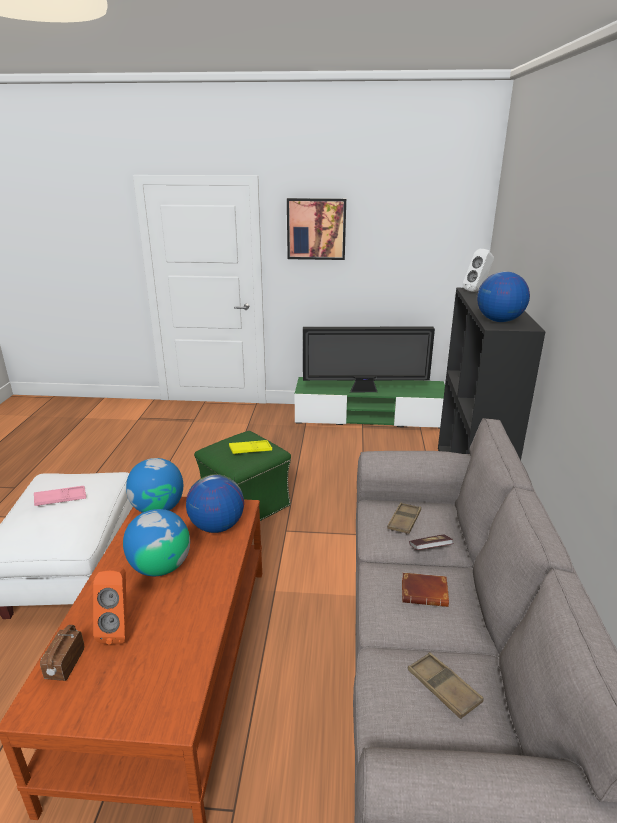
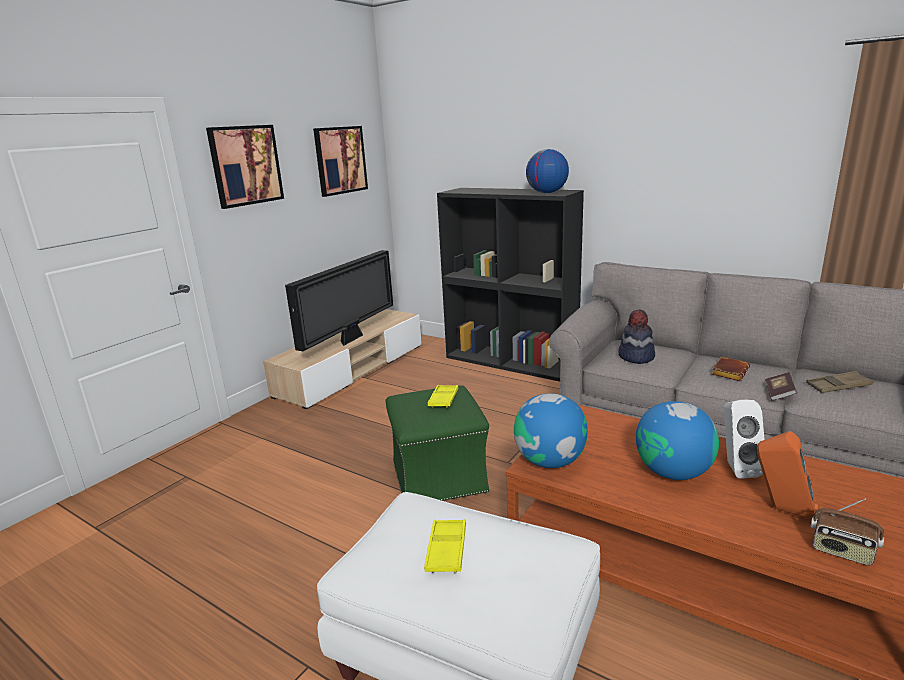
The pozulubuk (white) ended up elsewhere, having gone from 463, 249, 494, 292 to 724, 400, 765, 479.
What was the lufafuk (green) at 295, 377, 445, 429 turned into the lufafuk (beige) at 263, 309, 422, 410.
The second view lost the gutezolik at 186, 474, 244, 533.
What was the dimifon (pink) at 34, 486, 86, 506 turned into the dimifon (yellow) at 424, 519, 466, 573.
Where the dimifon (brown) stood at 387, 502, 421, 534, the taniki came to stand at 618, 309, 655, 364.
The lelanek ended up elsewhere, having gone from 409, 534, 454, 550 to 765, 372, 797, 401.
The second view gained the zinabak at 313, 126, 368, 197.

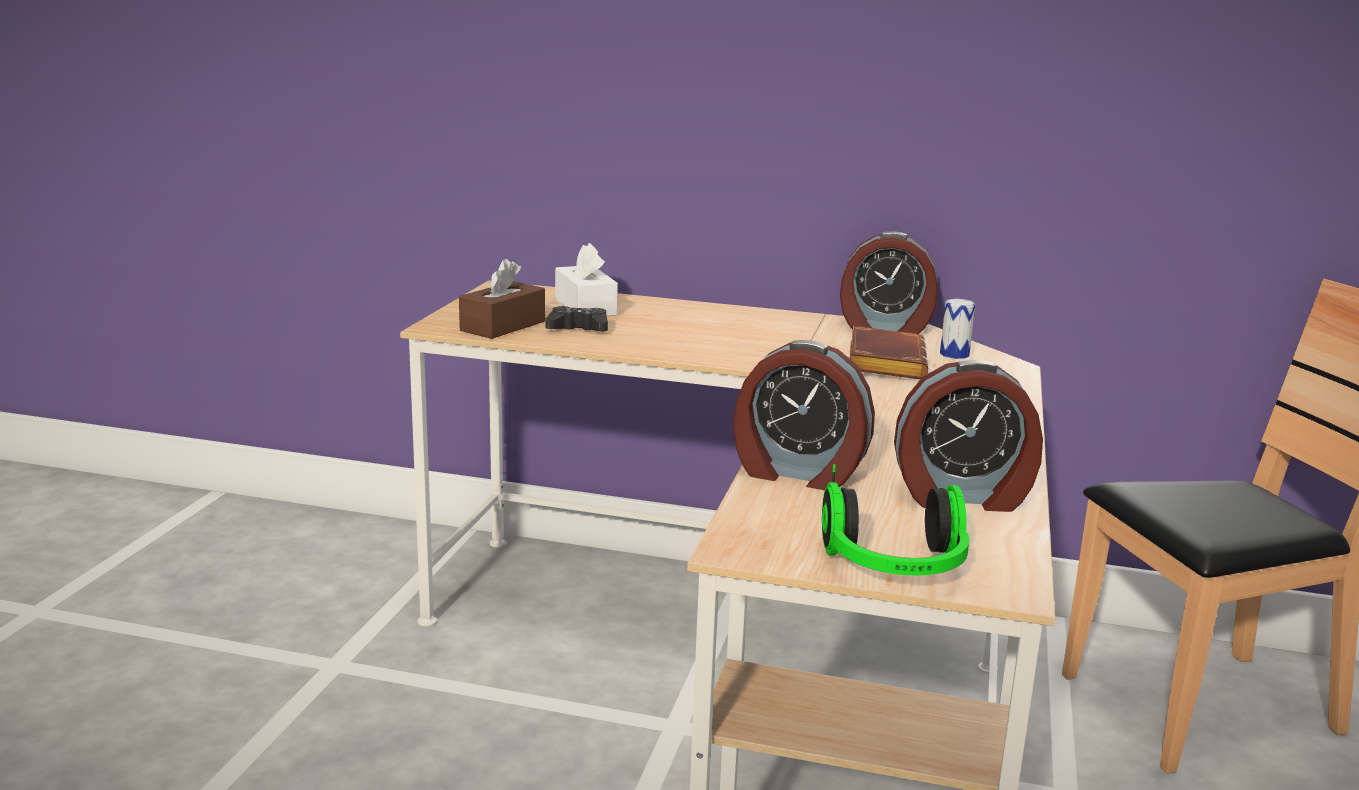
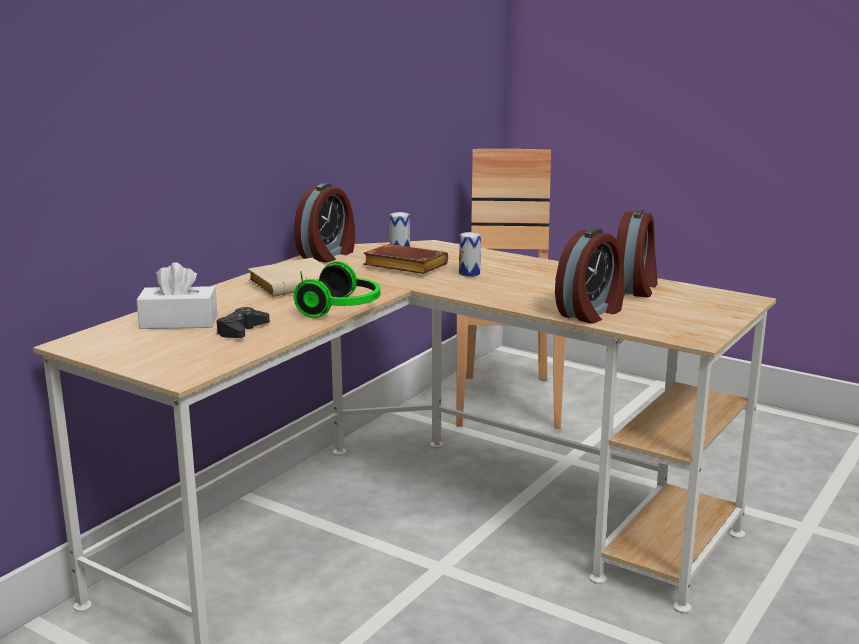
The second view lost the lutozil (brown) at 459, 259, 545, 339.
The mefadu ended up elsewhere, having gone from 822, 464, 969, 575 to 294, 261, 380, 318.
The second view gained the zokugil at 459, 232, 481, 277.
The second view gained the lelanek (beige) at 248, 258, 326, 297.

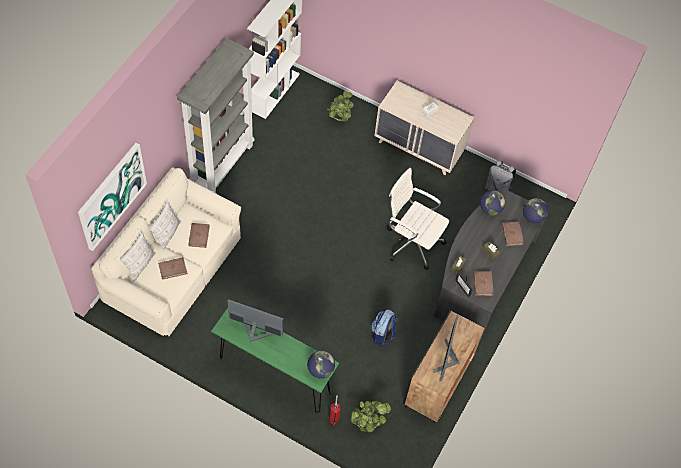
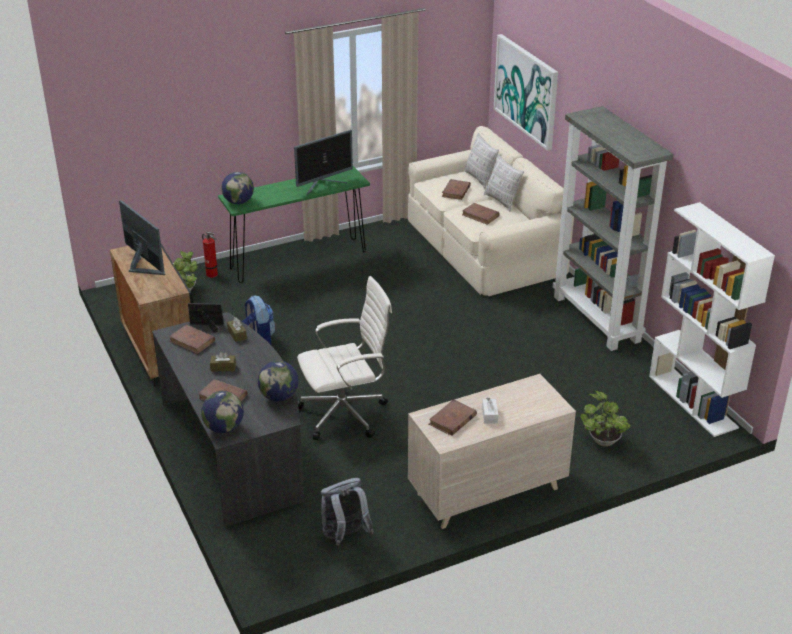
The second view gained the lelanek (brown) at 428, 399, 477, 436.

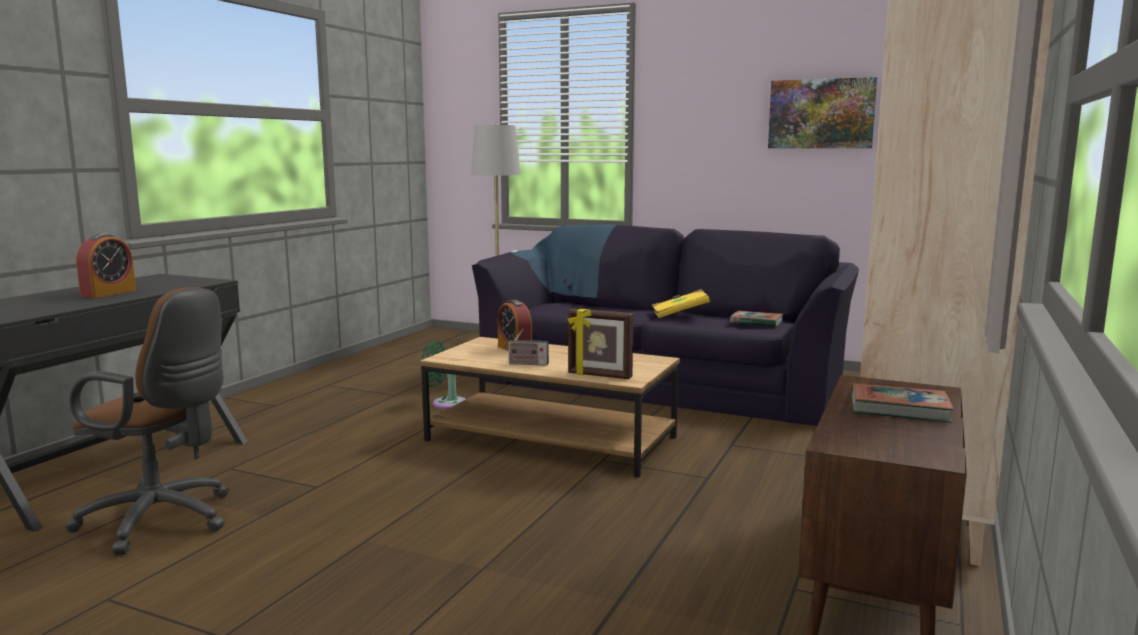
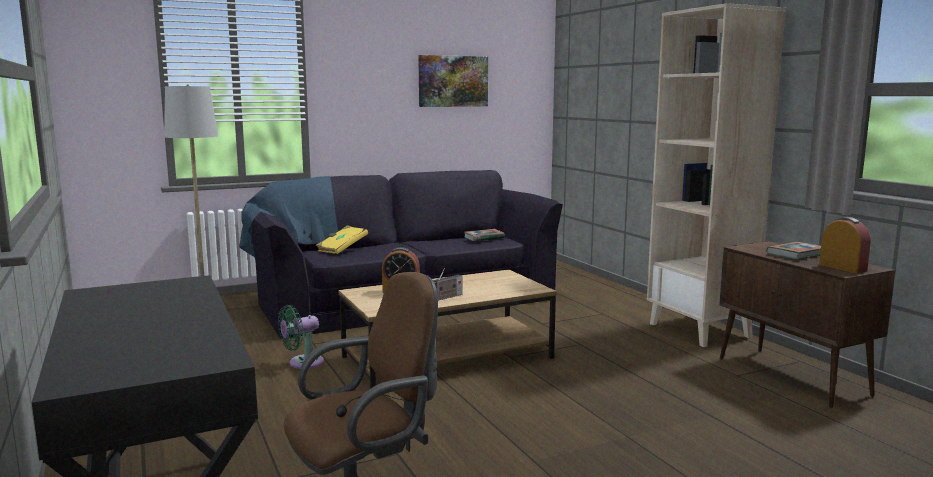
The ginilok ended up elsewhere, having gone from 76, 234, 136, 298 to 819, 217, 871, 273.
The lelanek (yellow) ended up elsewhere, having gone from 652, 289, 710, 318 to 316, 225, 368, 254.
The second view lost the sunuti at 568, 308, 634, 379.

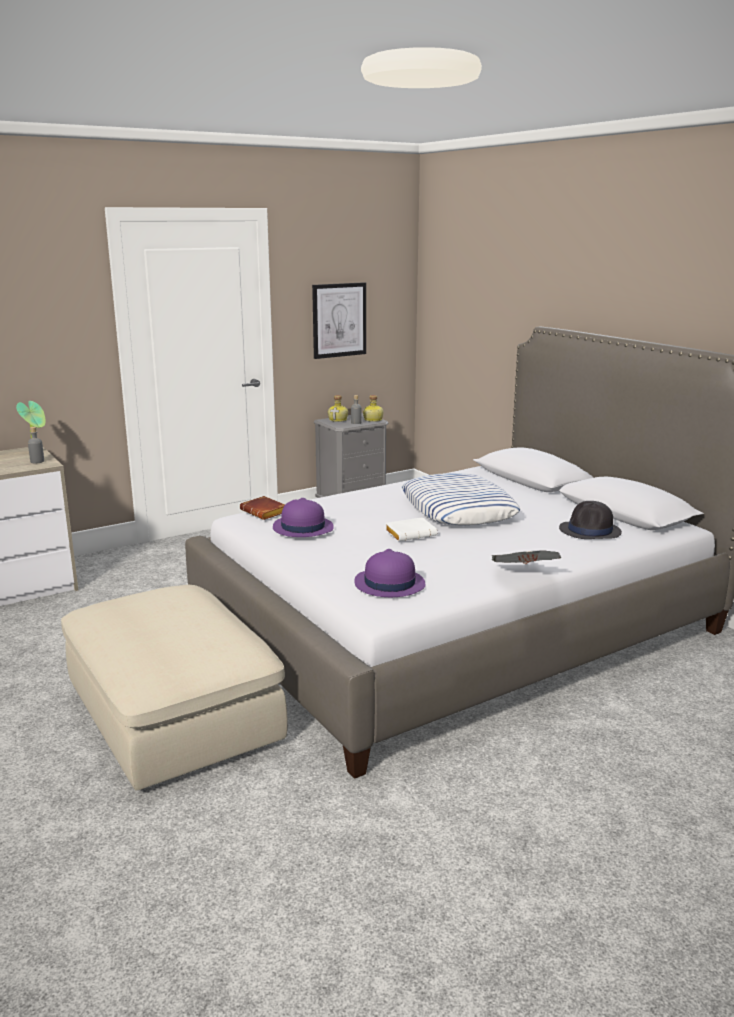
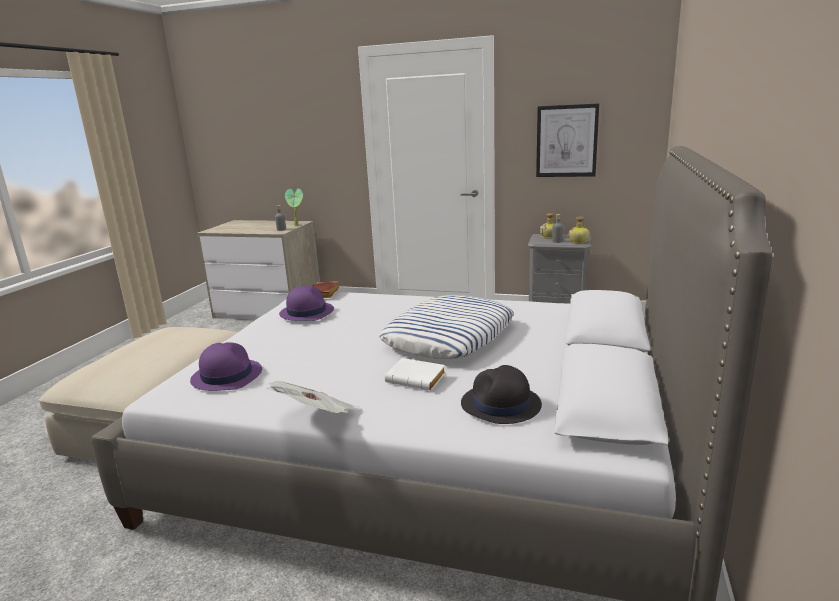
The lelanek (white) ended up elsewhere, having gone from 385, 517, 437, 542 to 385, 358, 446, 390.

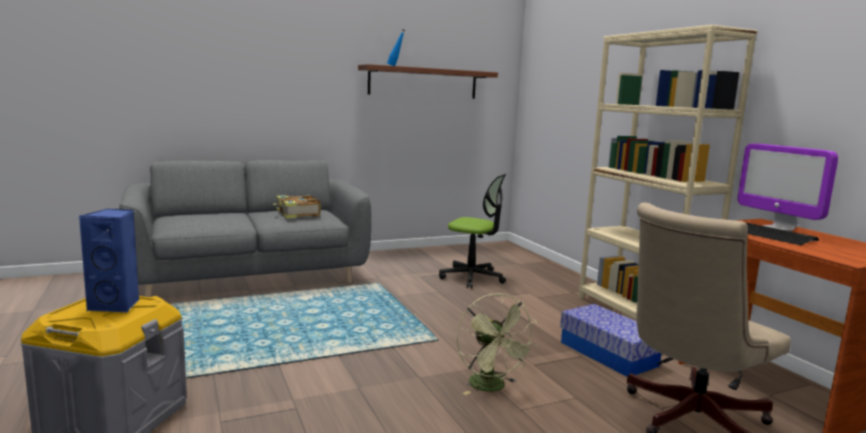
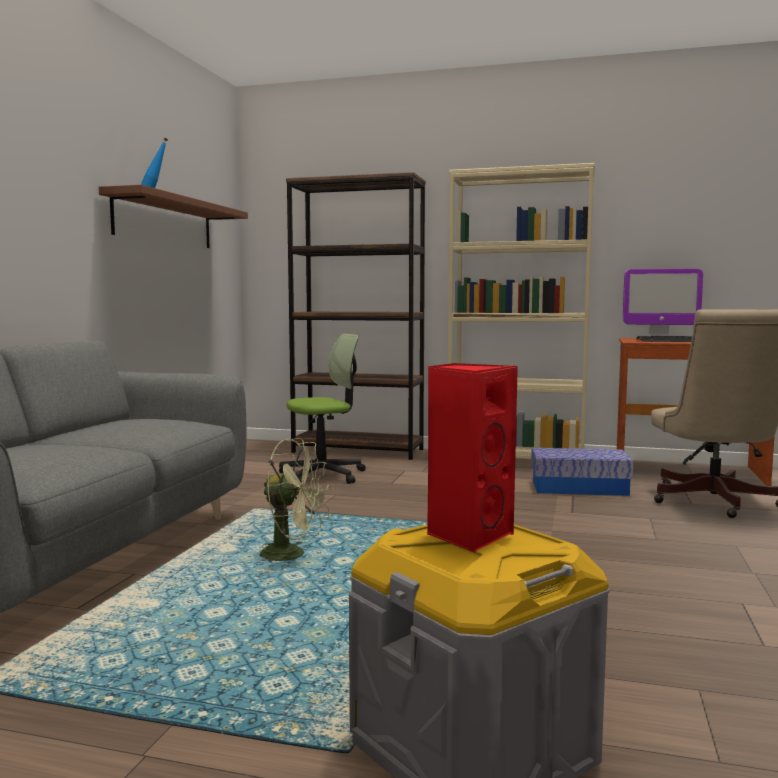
The second view lost the lelanek at 273, 195, 321, 218.
What was the pozulubuk (blue) at 79, 209, 139, 313 turned into the pozulubuk (red) at 426, 363, 518, 552.
The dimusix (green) ended up elsewhere, having gone from 457, 293, 537, 395 to 260, 438, 331, 562.
The second view gained the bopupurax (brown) at 286, 172, 426, 460.

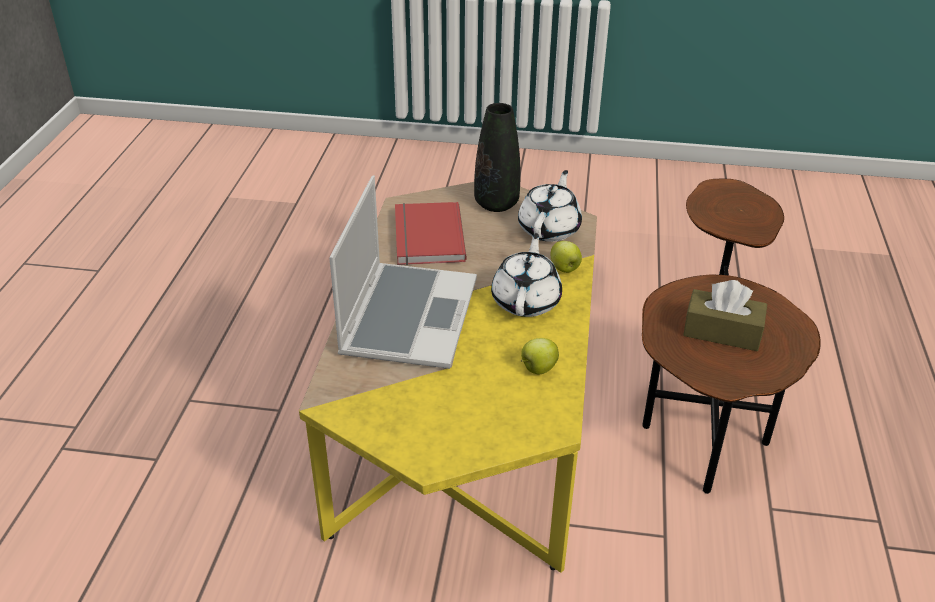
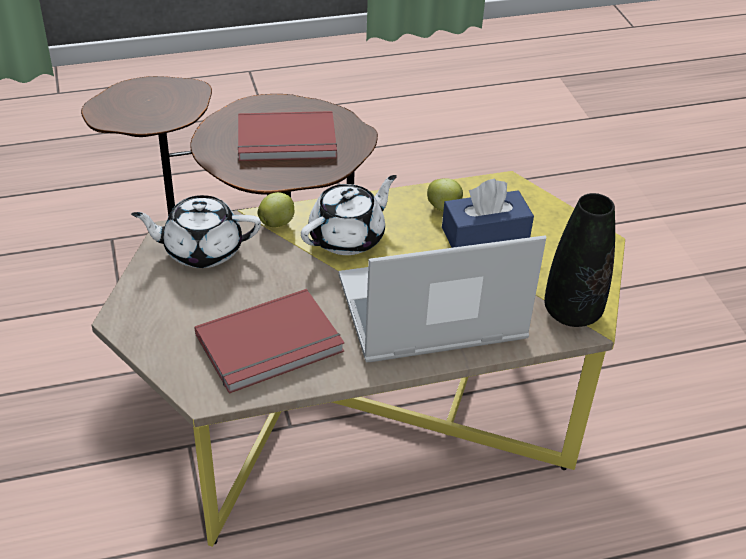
The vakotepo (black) ended up elsewhere, having gone from 474, 103, 521, 212 to 544, 193, 615, 327.
The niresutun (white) at 491, 233, 562, 317 ended up facing another way, 150 degrees clockwise from before.
Where the lutozil (brown) stood at 683, 280, 767, 351, the lelanek (red) came to stand at 238, 111, 337, 161.
The second view gained the lutozil (blue) at 442, 179, 534, 248.

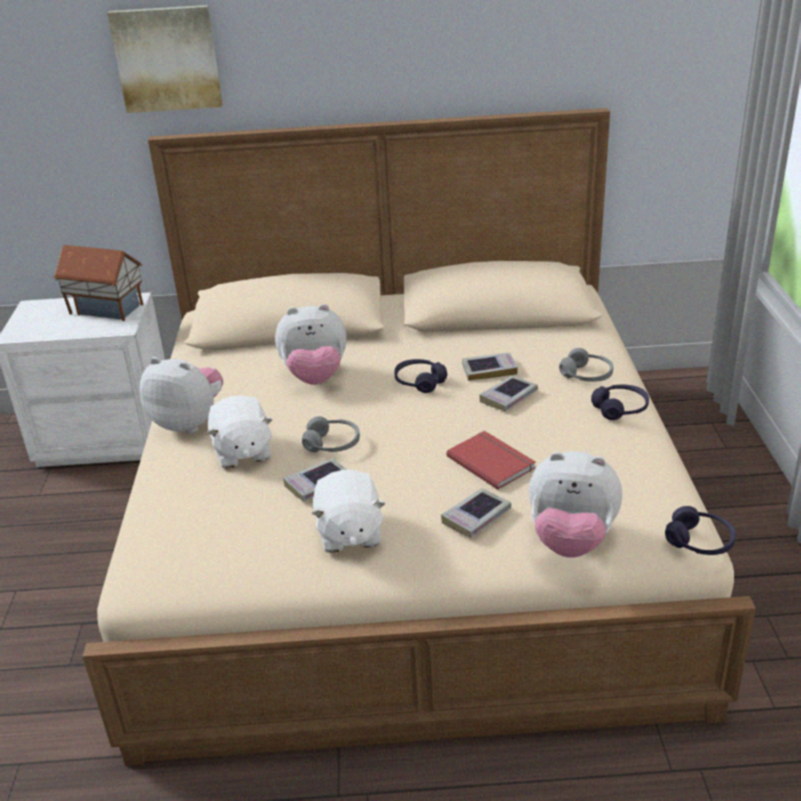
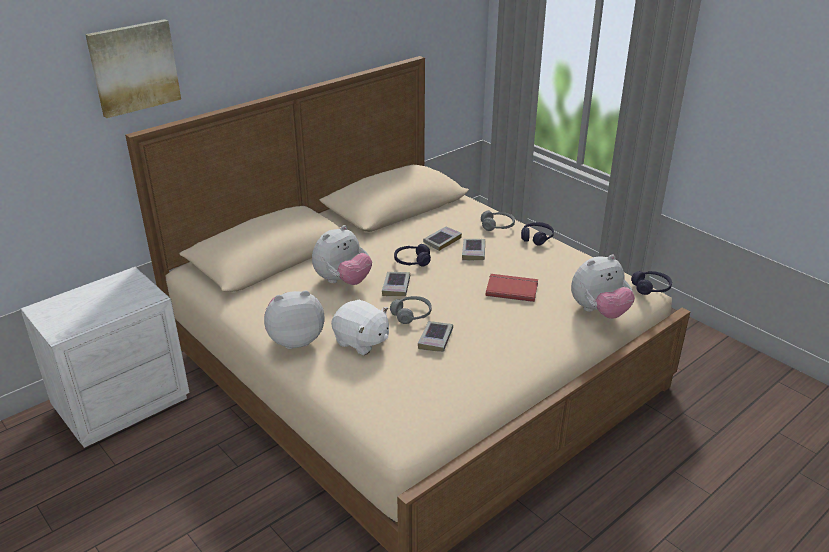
The second view lost the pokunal at 53, 245, 144, 321.
The second view lost the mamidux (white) at 311, 470, 386, 553.
The lelanek ended up elsewhere, having gone from 441, 488, 511, 538 to 382, 272, 410, 296.

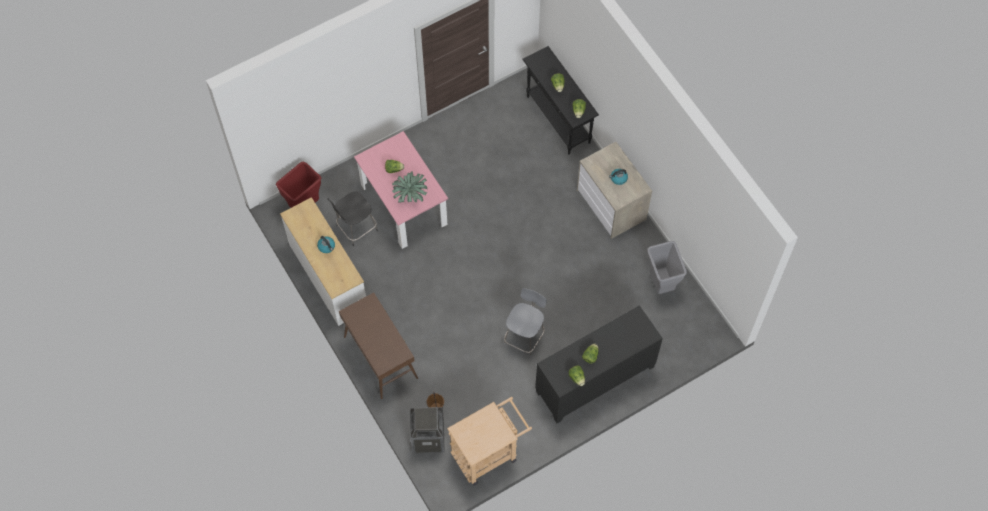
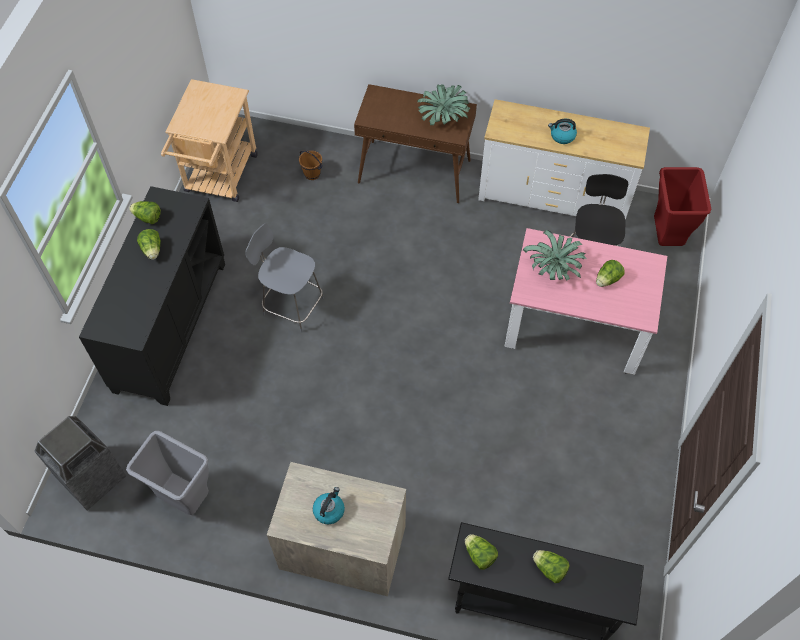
The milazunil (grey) at 503, 288, 547, 357 ended up facing another way, 135 degrees clockwise from before.
The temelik ended up elsewhere, having gone from 410, 407, 445, 453 to 34, 416, 126, 510.
The second view gained the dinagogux at 417, 84, 470, 125.

